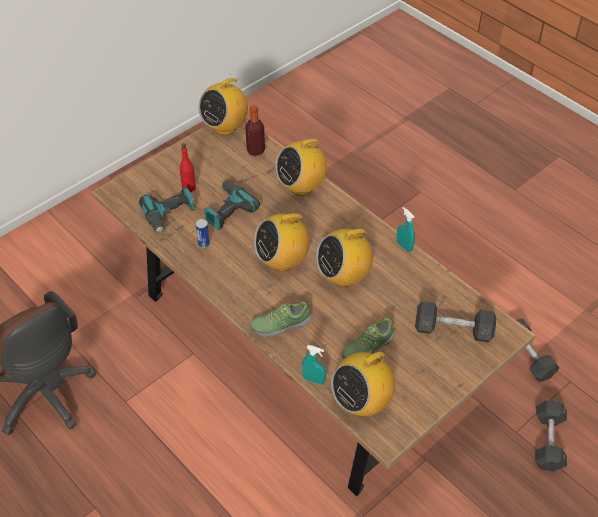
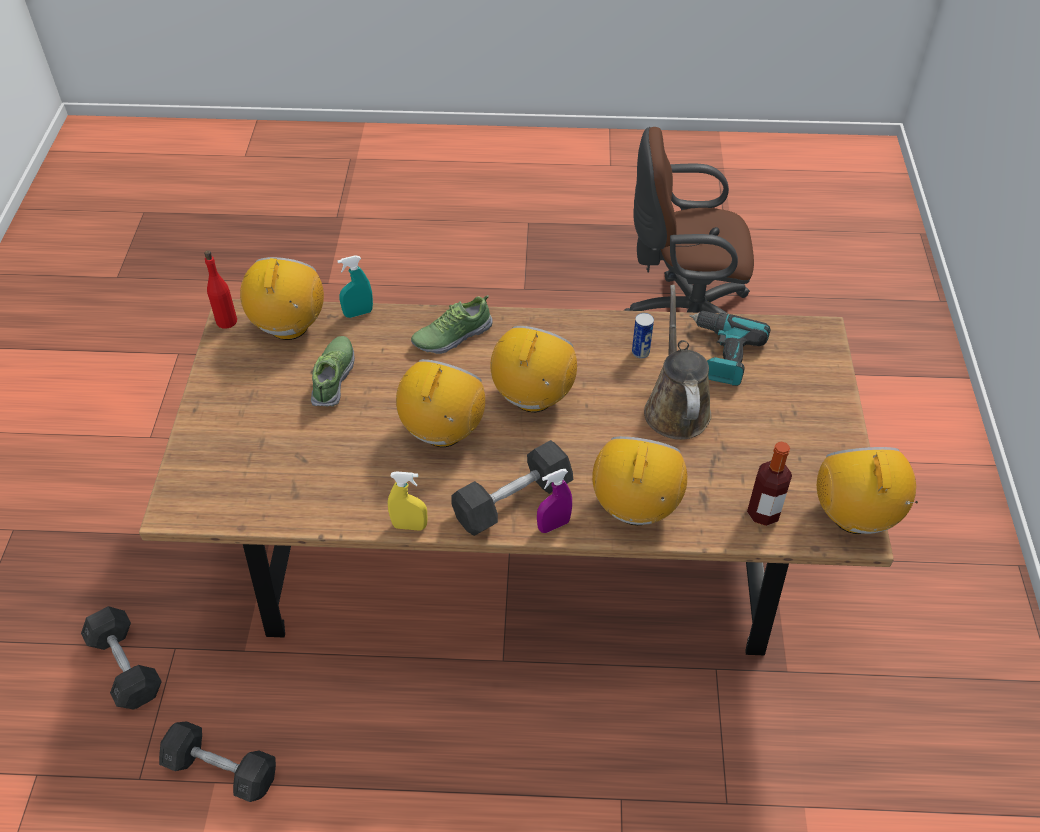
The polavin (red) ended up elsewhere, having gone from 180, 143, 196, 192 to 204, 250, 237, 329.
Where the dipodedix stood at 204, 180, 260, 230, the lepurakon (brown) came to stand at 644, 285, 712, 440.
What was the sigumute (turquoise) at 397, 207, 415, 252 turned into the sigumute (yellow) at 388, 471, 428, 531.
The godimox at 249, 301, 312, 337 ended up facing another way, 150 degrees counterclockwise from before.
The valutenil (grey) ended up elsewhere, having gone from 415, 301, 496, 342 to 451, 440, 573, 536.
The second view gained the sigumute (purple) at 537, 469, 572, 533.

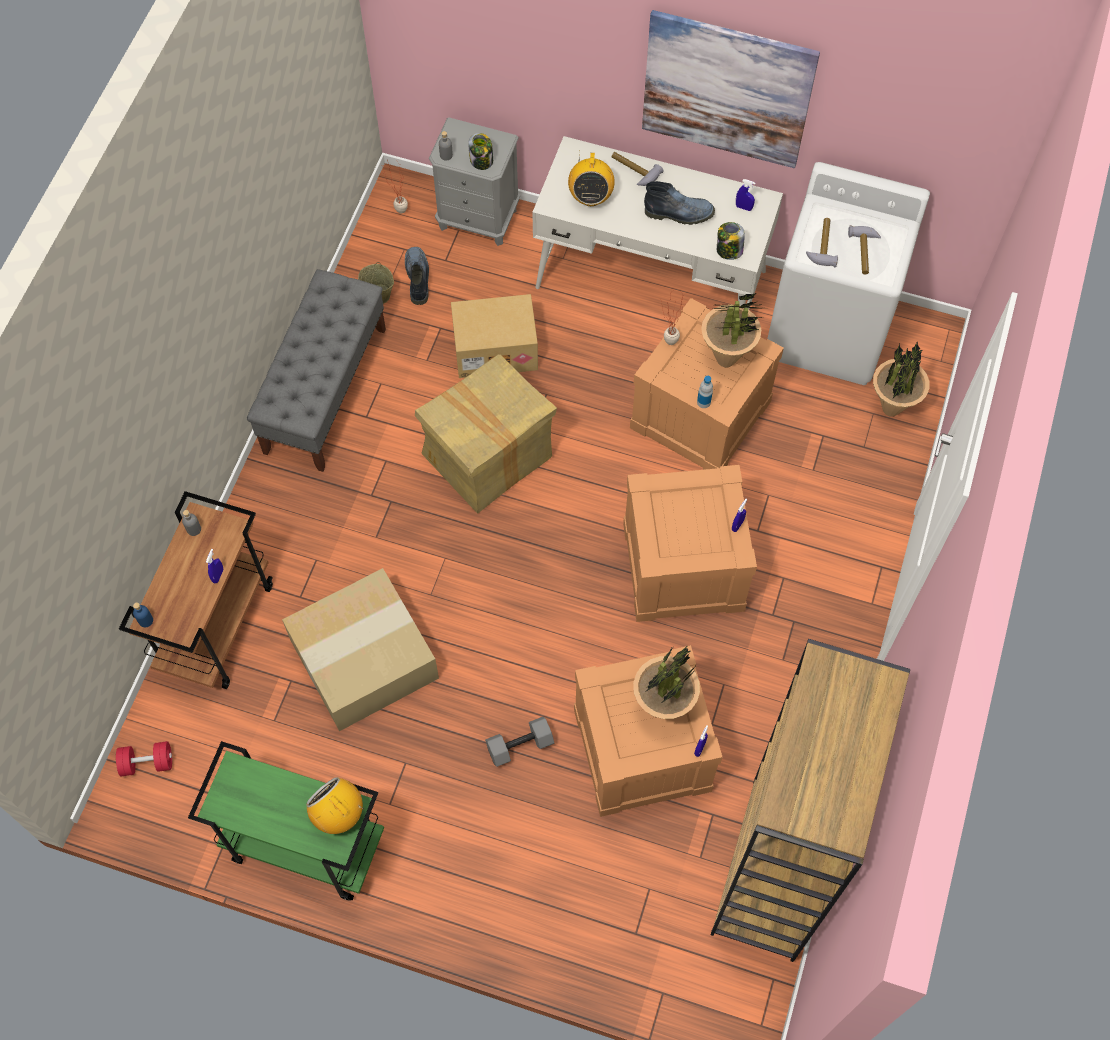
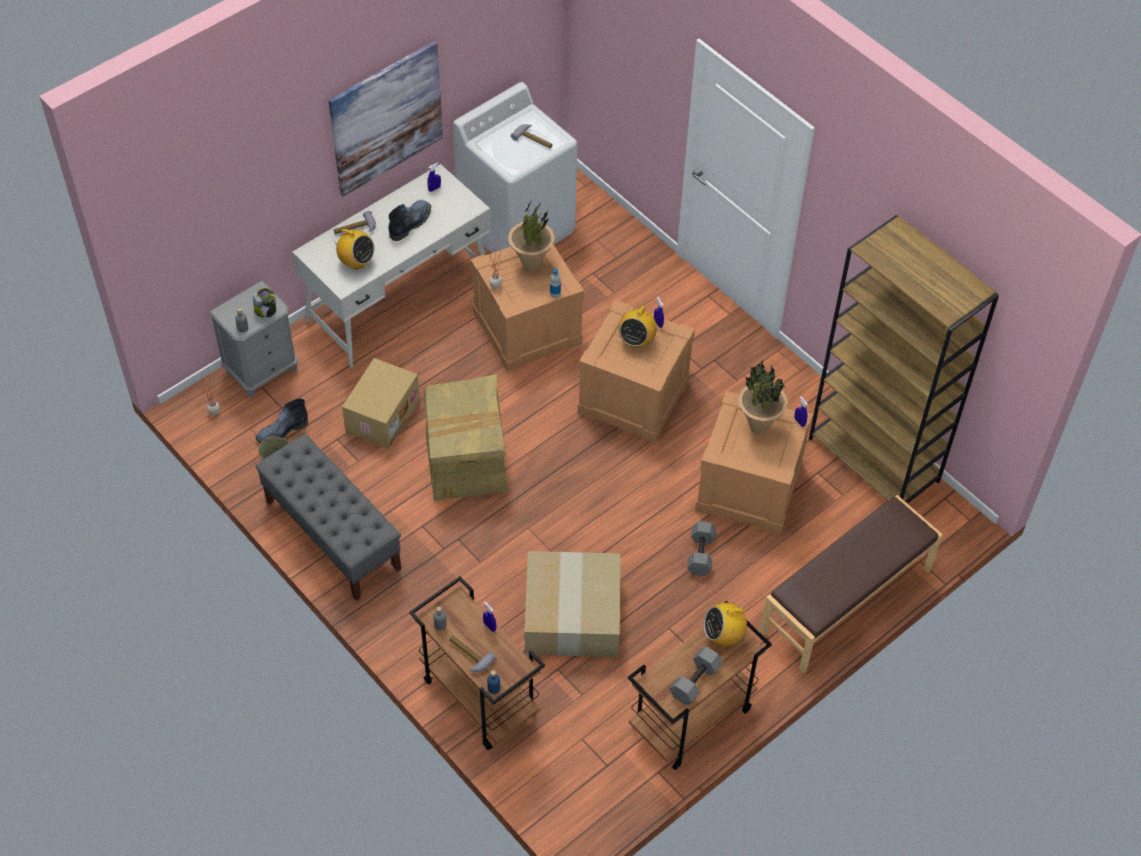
The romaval ended up elsewhere, having gone from 806, 218, 838, 267 to 449, 636, 497, 672.
The second view lost the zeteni at 717, 222, 745, 260.
The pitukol at 405, 247, 429, 305 ended up facing another way, 60 degrees counterclockwise from before.
The second view lost the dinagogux at 873, 341, 929, 417.
The second view lost the valutenil (red) at 116, 741, 172, 776.
What was the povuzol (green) at 188, 741, 384, 901 turned into the povuzol (brown) at 628, 601, 772, 770.
The second view gained the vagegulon at 619, 303, 657, 348.
The second view gained the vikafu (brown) at 759, 495, 943, 674.
The second view gained the valutenil (grey) at 669, 647, 723, 705.

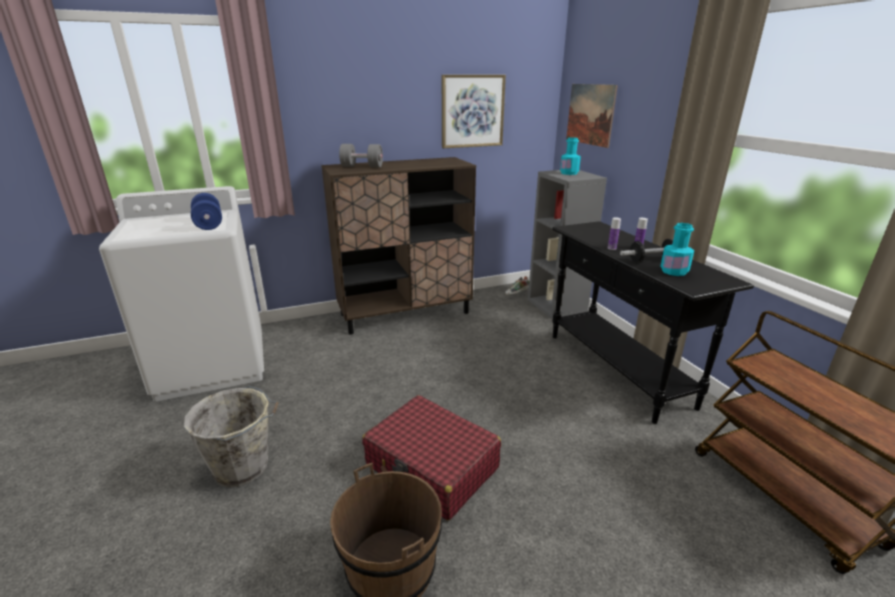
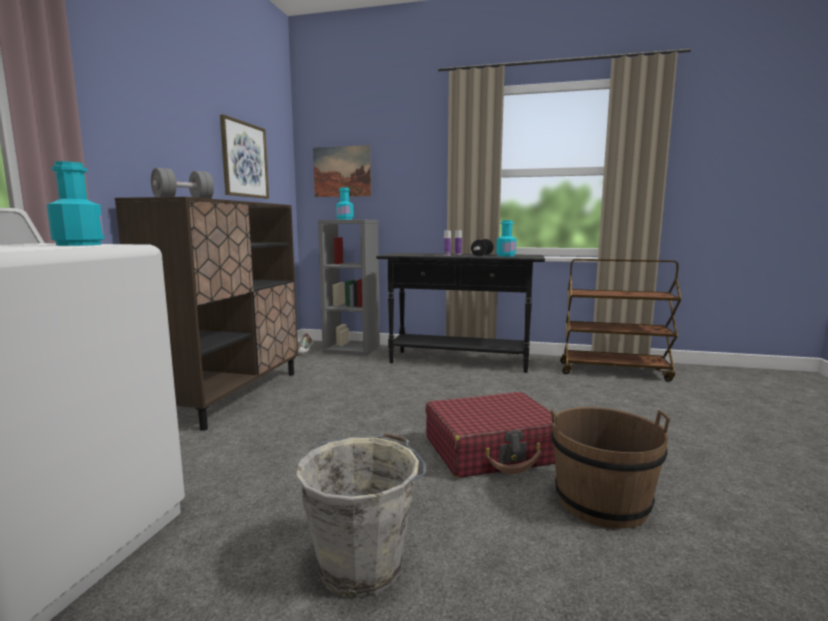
Where the valutenil (blue) stood at 191, 193, 222, 230, the polavin (turquoise) came to stand at 46, 161, 104, 246.

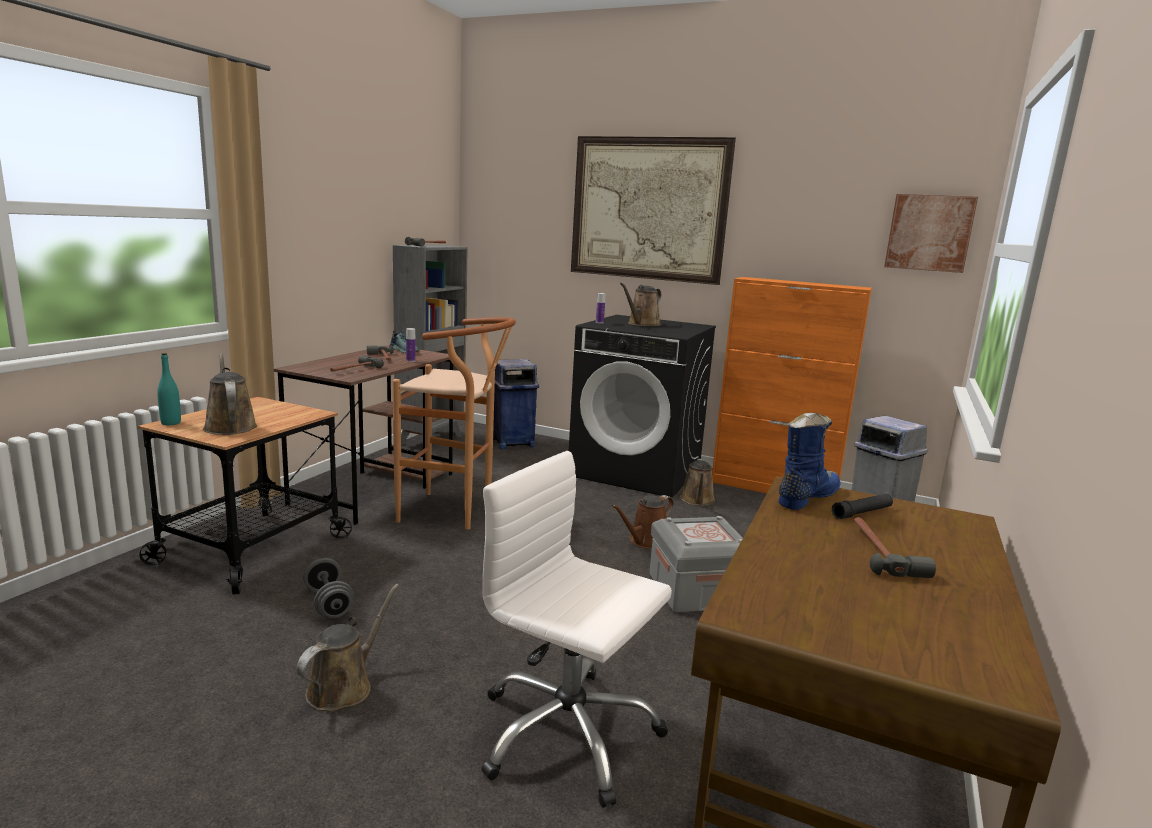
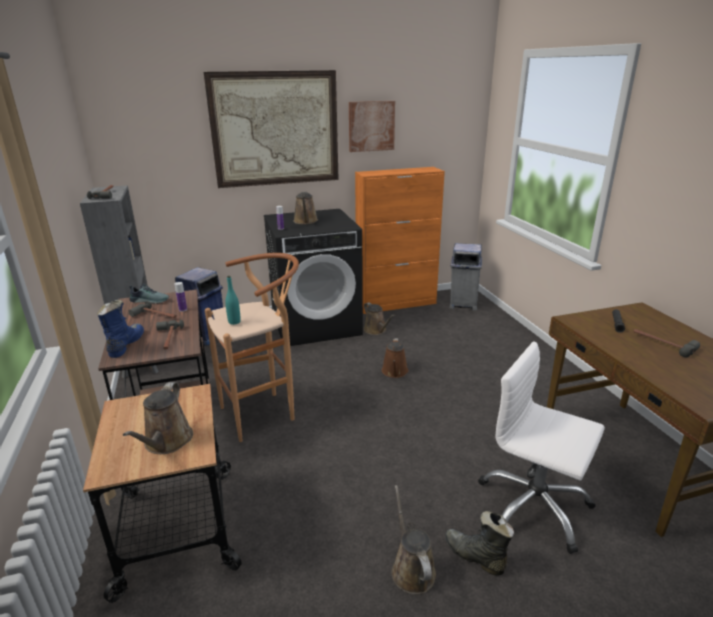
The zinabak ended up elsewhere, having gone from 884, 194, 978, 273 to 349, 101, 395, 152.
The polavin (turquoise) ended up elsewhere, having gone from 157, 353, 181, 425 to 225, 276, 241, 325.
The lepurakon (brown) at 203, 353, 257, 435 ended up facing another way, 105 degrees counterclockwise from before.
The pitukol (blue) ended up elsewhere, having gone from 778, 413, 841, 510 to 97, 300, 144, 358.
The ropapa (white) at 481, 451, 672, 808 ended up facing another way, 45 degrees clockwise from before.
The second view lost the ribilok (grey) at 649, 516, 743, 612.
The second view lost the valutenil (grey) at 303, 558, 354, 618.
The second view gained the pitukol (black) at 445, 511, 514, 576.

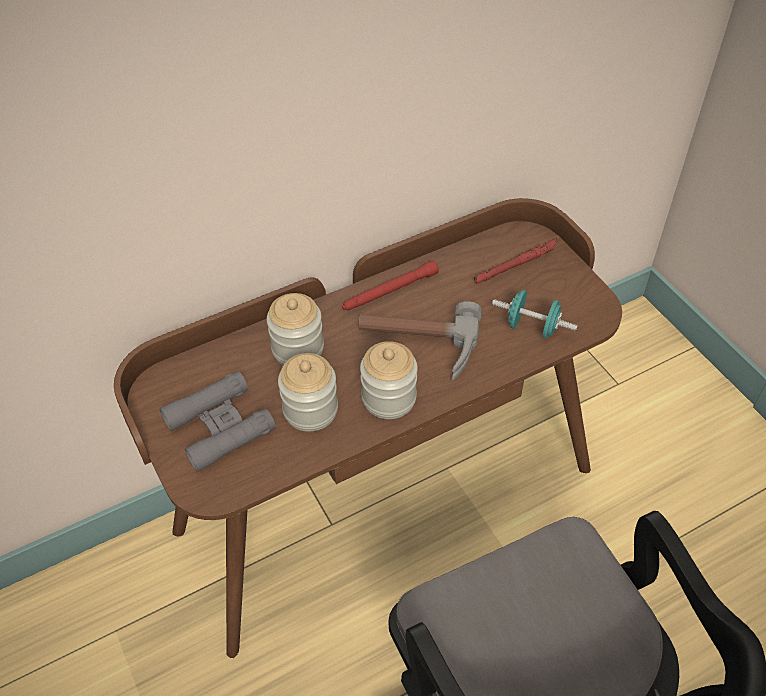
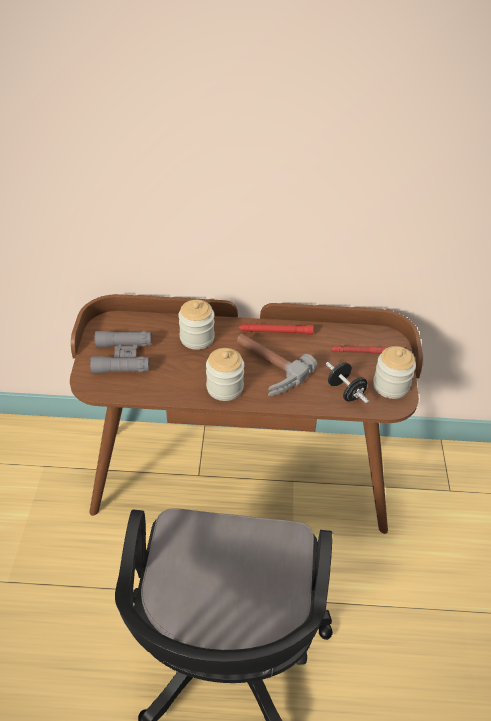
What was the valutenil (turquoise) at 492, 290, 578, 339 turned into the valutenil (black) at 326, 362, 369, 404.
The zeteni ended up elsewhere, having gone from 278, 353, 338, 431 to 373, 346, 416, 399.

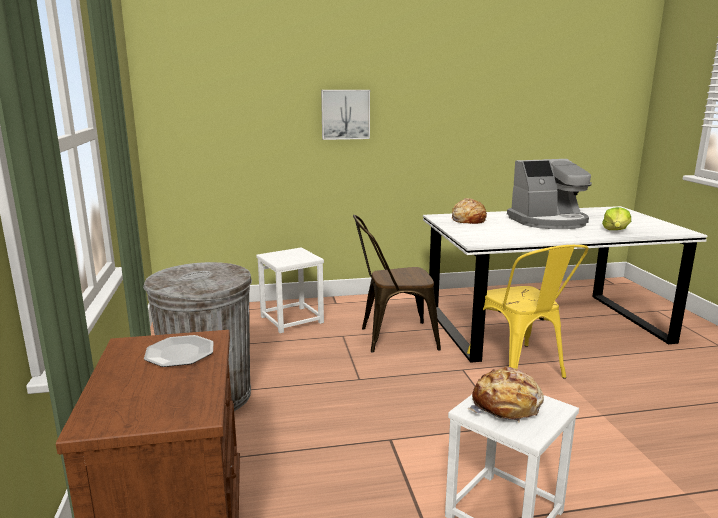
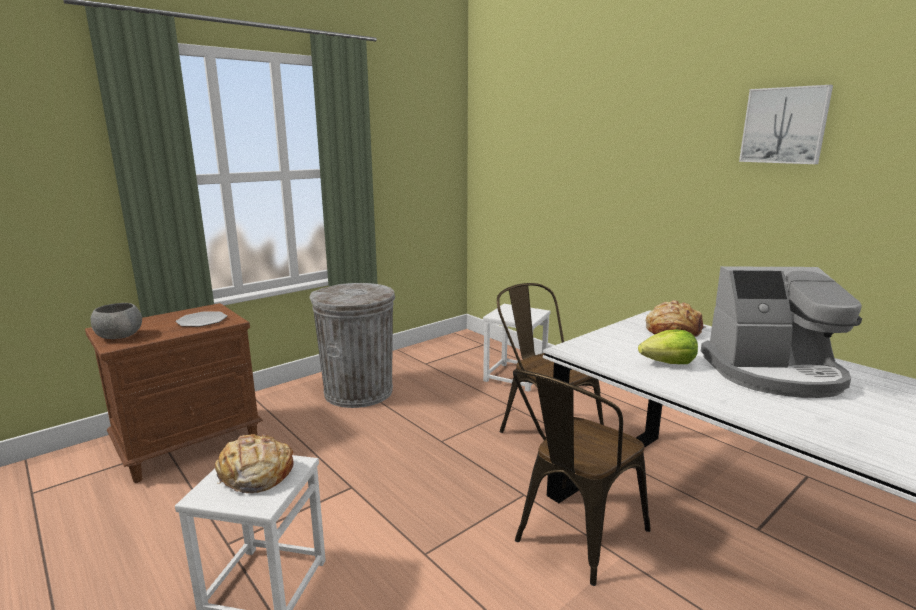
The zinabak ended up elsewhere, having gone from 321, 90, 370, 140 to 739, 85, 833, 164.
The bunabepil at 507, 159, 592, 229 ended up facing another way, 45 degrees counterclockwise from before.
The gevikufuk ended up elsewhere, having gone from 602, 207, 631, 230 to 638, 330, 698, 364.
What was the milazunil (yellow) at 467, 245, 589, 379 turned into the milazunil (brown) at 513, 369, 651, 586.
The second view gained the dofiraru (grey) at 91, 303, 142, 339.

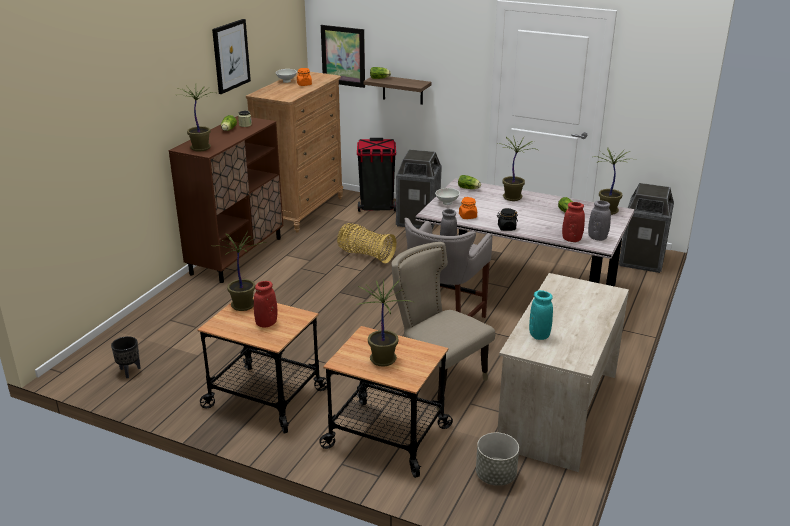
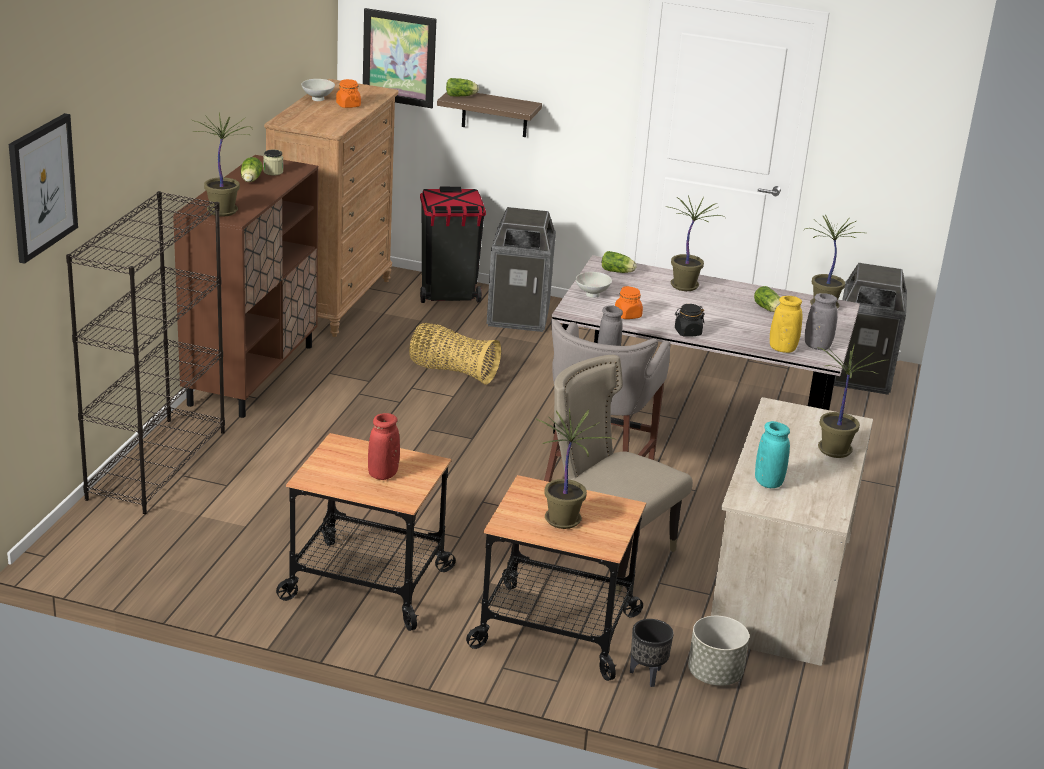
The zinabak ended up elsewhere, having gone from 212, 19, 251, 94 to 9, 113, 78, 264.
What was the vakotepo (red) at 562, 202, 585, 242 turned into the vakotepo (yellow) at 770, 296, 802, 353.
The dinagogux ended up elsewhere, having gone from 217, 231, 266, 311 to 817, 344, 886, 458.
The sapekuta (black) ended up elsewhere, having gone from 111, 336, 141, 378 to 630, 619, 674, 687.
The second view gained the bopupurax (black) at 66, 191, 225, 514.

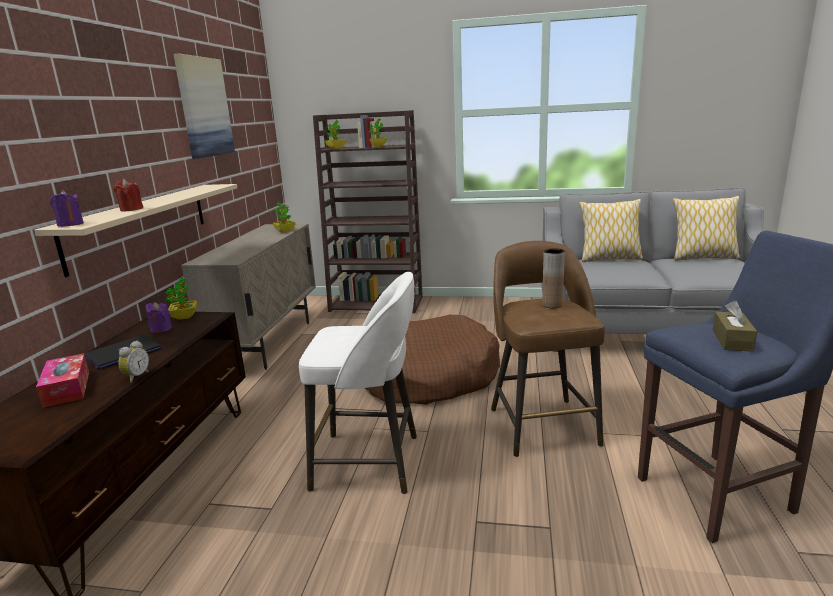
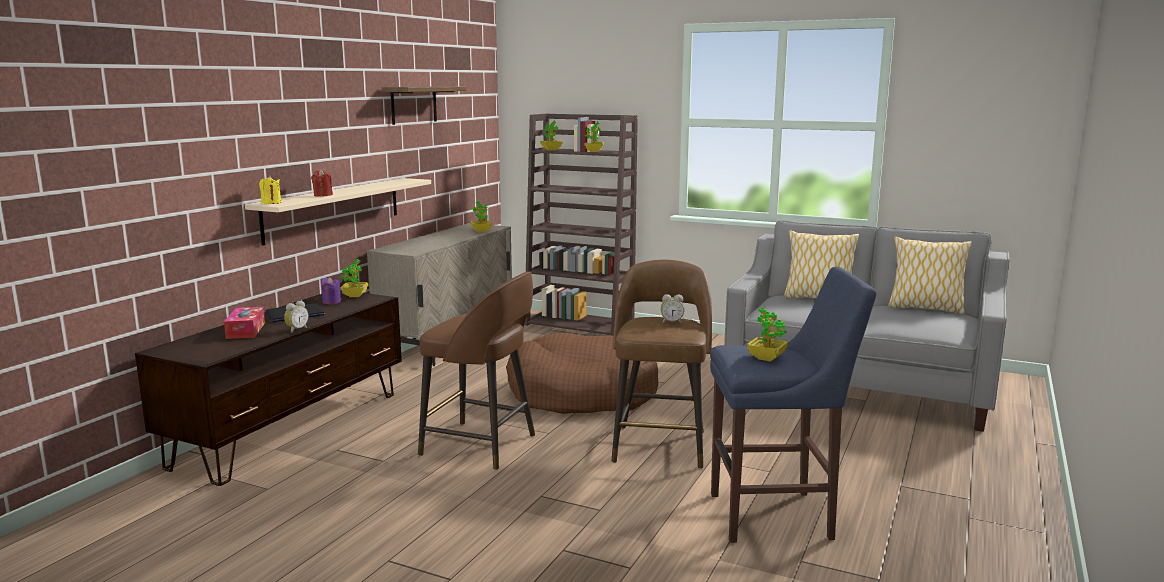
Where the zinabak hung at 173, 54, 235, 159, the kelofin came to hang at 382, 86, 466, 125.
What was the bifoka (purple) at 50, 190, 84, 227 turned into the bifoka (yellow) at 259, 175, 281, 204.
Where the vakotepo (brown) stood at 542, 248, 565, 308, the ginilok came to stand at 661, 294, 684, 324.
What was the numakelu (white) at 299, 272, 417, 494 turned into the numakelu (brown) at 418, 272, 535, 470.
Where the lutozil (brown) stood at 713, 301, 757, 352, the dinagogux came to stand at 747, 307, 788, 362.

